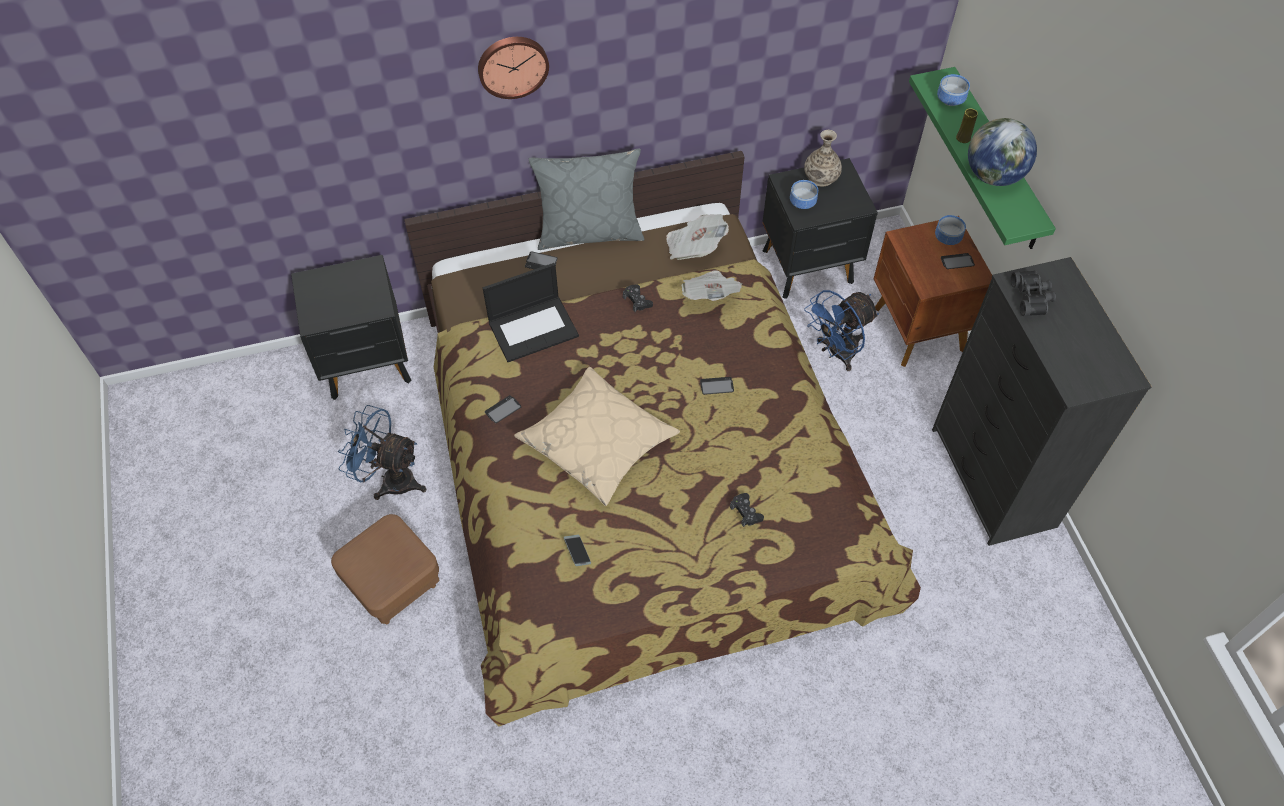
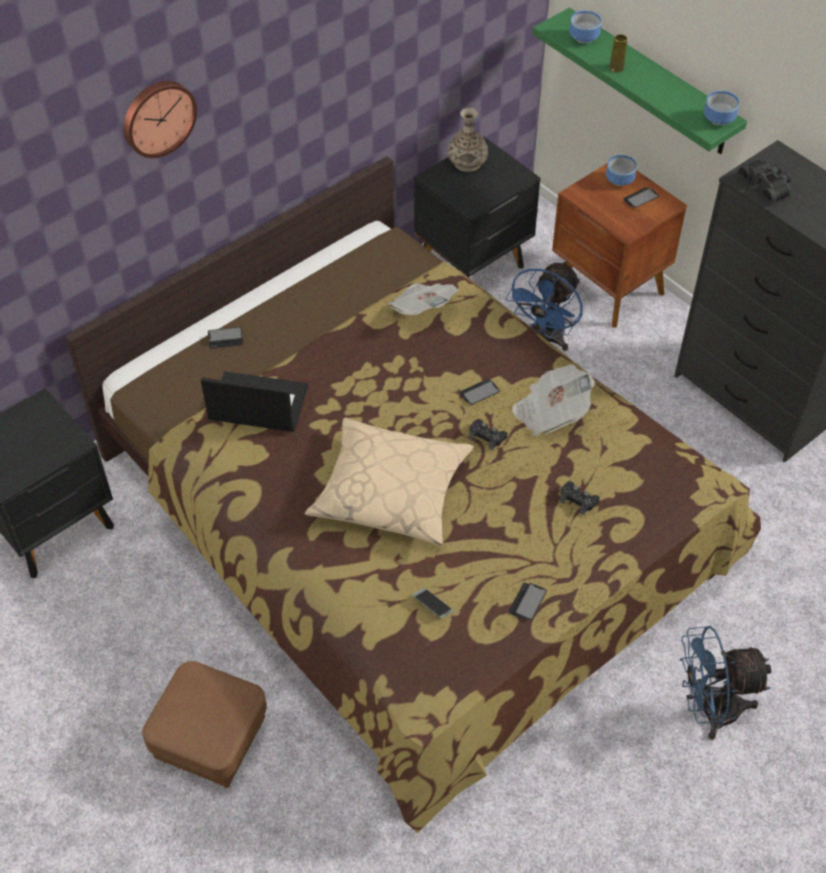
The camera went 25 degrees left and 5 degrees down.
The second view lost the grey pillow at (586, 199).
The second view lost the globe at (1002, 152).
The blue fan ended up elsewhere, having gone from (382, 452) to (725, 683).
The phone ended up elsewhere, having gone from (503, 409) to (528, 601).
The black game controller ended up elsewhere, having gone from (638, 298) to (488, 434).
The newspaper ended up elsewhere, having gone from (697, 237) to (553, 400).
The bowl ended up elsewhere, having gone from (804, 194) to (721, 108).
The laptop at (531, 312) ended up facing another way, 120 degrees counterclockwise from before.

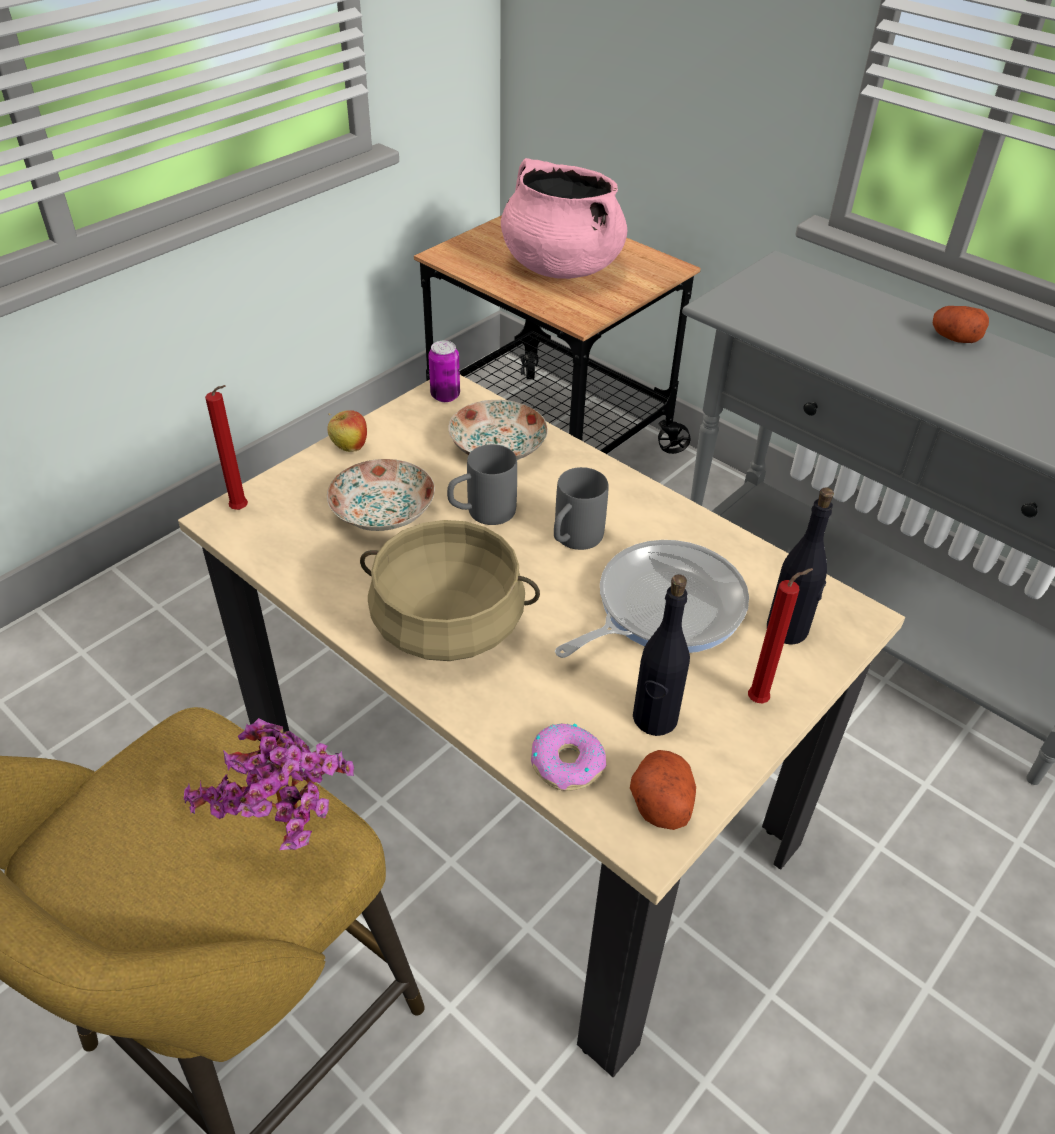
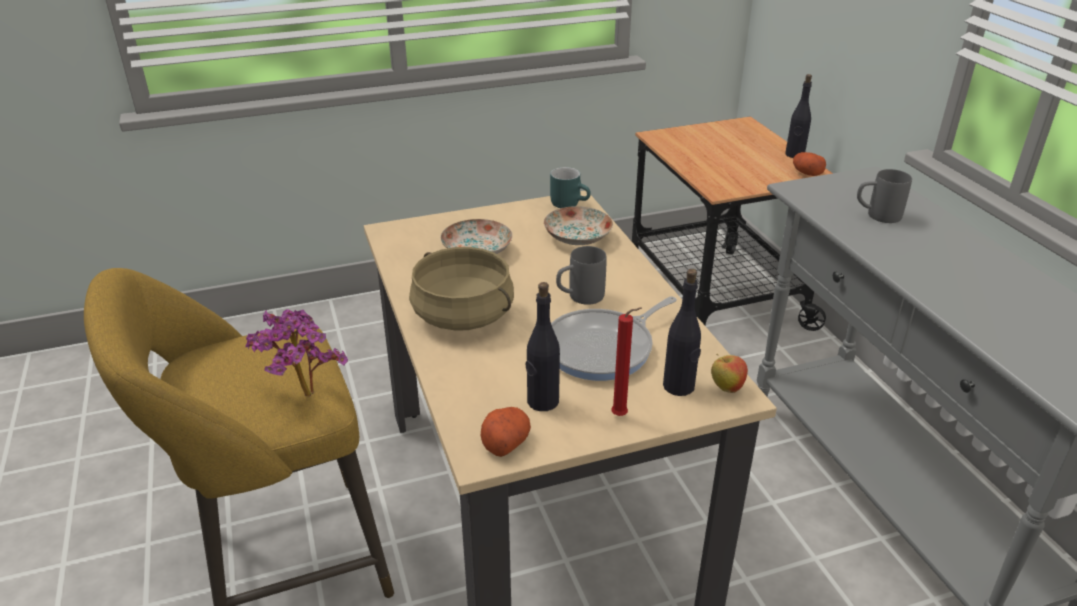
The camera went 30 degrees right and 10 degrees down.
The second view lost the red candle at (226, 447).
The second view lost the pink cooking pot at (564, 218).
The second view lost the donut at (568, 757).
The second view gained the black bottle at (798, 116).
The apple ended up elsewhere, having gone from (347, 431) to (729, 373).
The grey mug ended up elsewhere, having gone from (482, 484) to (884, 196).
The potato ended up elsewhere, having gone from (961, 324) to (809, 164).
Where the can stood at (444, 371), the turquoise mug came to stand at (570, 187).
The frying pan at (652, 599) ended up facing another way, 150 degrees clockwise from before.

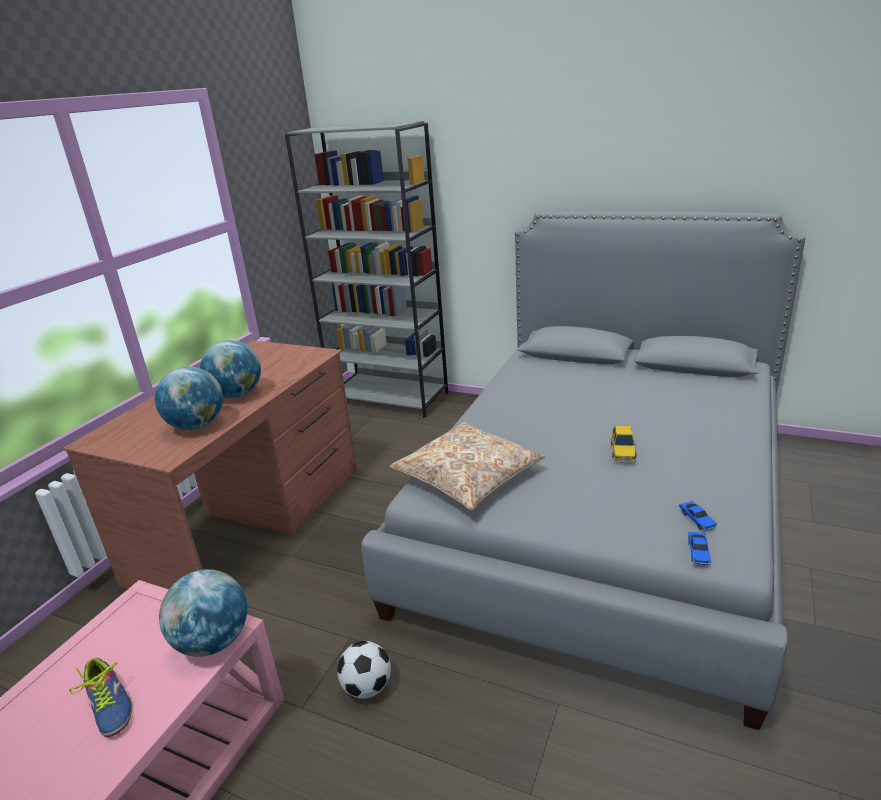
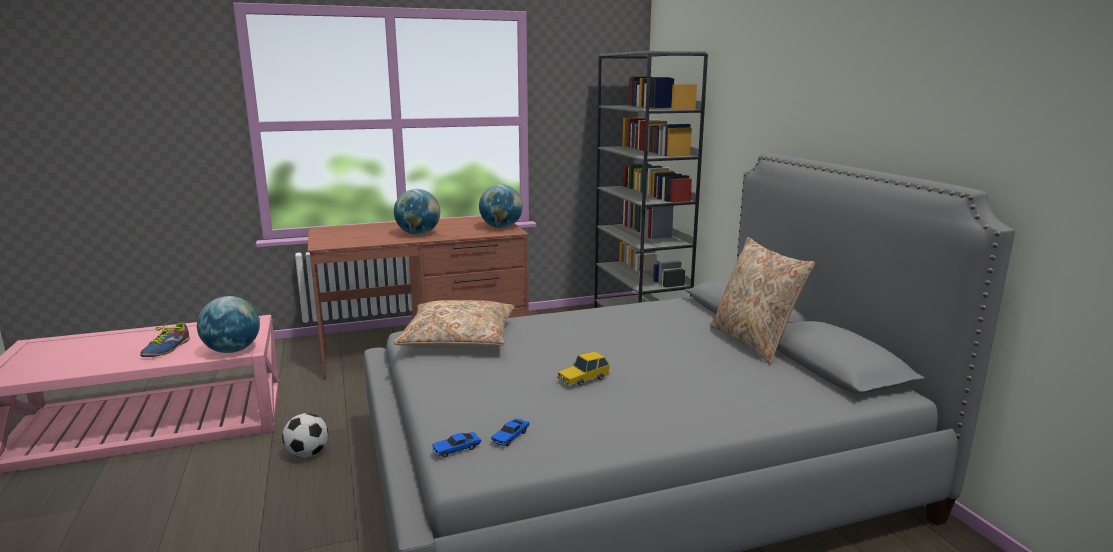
The camera went 45 degrees right and 10 degrees down.
The second view gained the beige pillow at (762, 301).
The globe ended up elsewhere, having gone from (189, 398) to (501, 206).

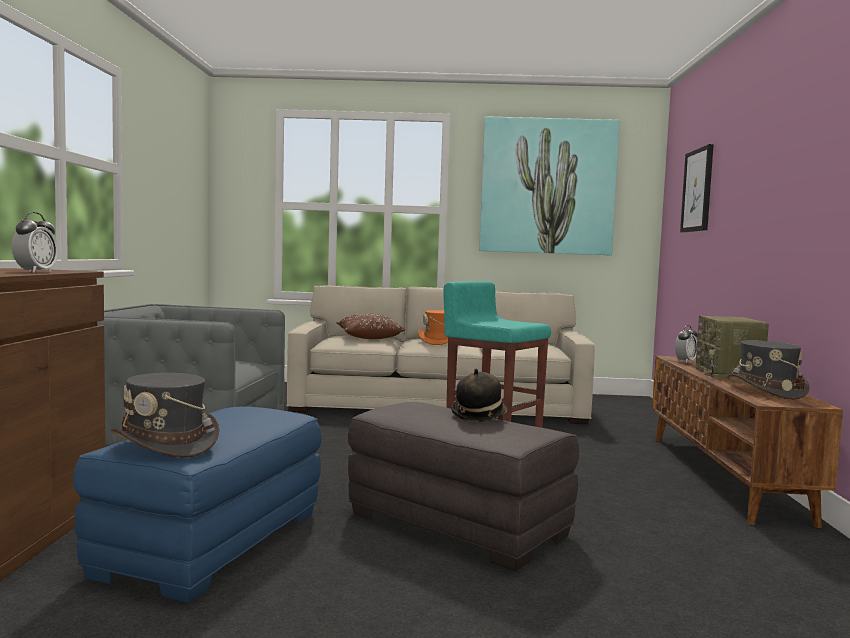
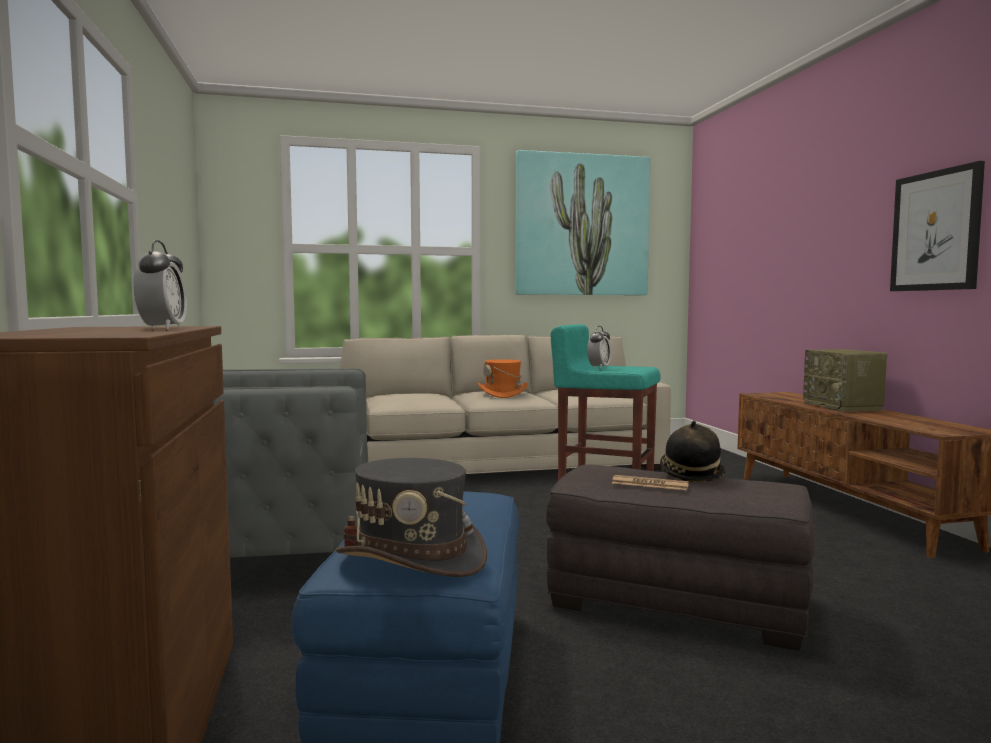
The camera went 15 degrees left and 0 degrees up.
The second view lost the brown pillow at (371, 326).
The second view lost the grey hat at (768, 369).
The second view gained the newspaper at (650, 482).
The alarm clock ended up elsewhere, having gone from (686, 344) to (599, 347).
The picture ended up elsewhere, having gone from (697, 188) to (937, 226).

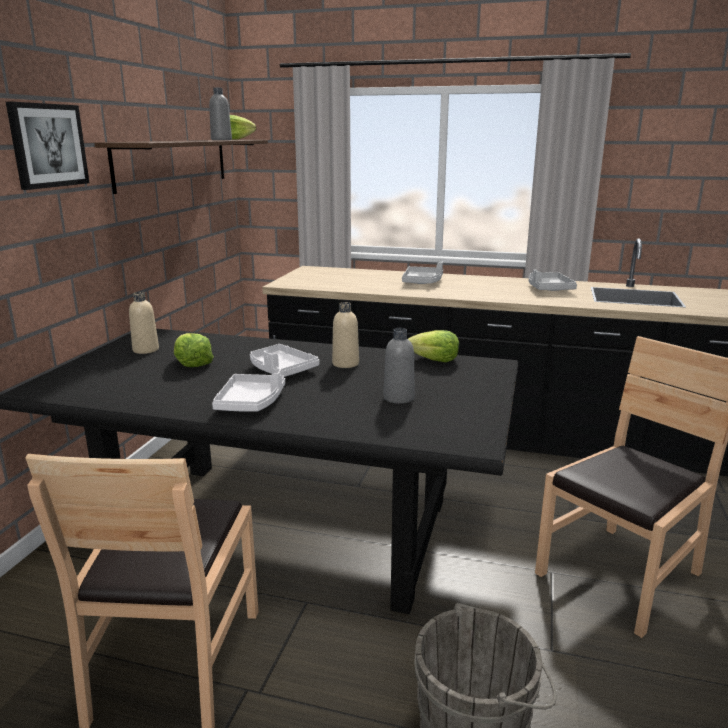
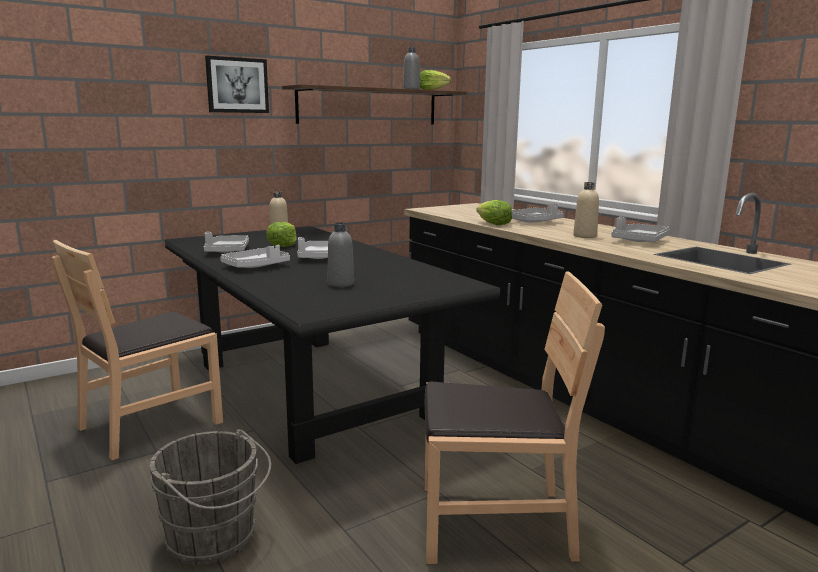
The camera went 40 degrees right and 5 degrees down.
The second view gained the grey tray at (226, 242).
The beige bottle ended up elsewhere, having gone from (345, 335) to (586, 210).
The lettuce ended up elsewhere, having gone from (433, 346) to (494, 212).

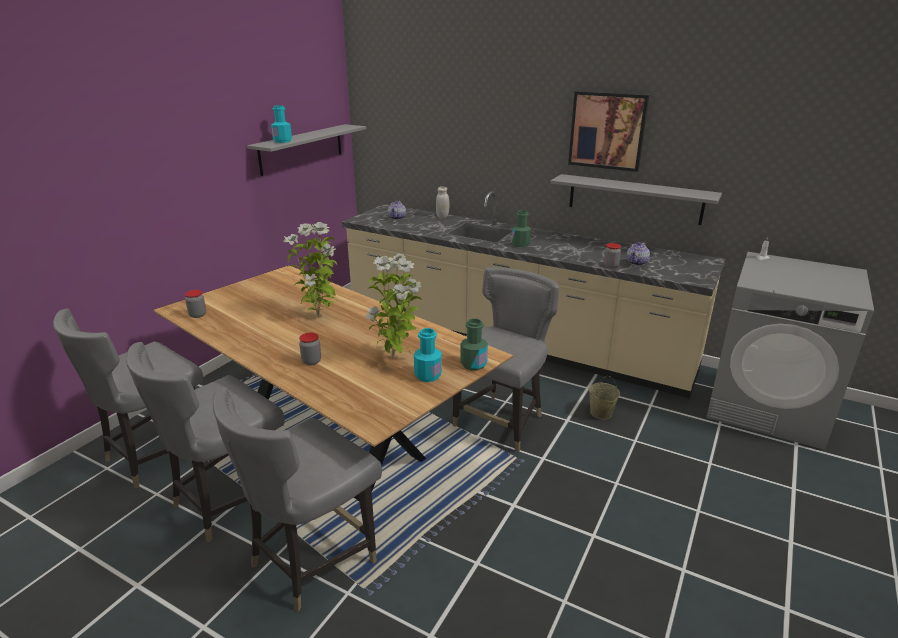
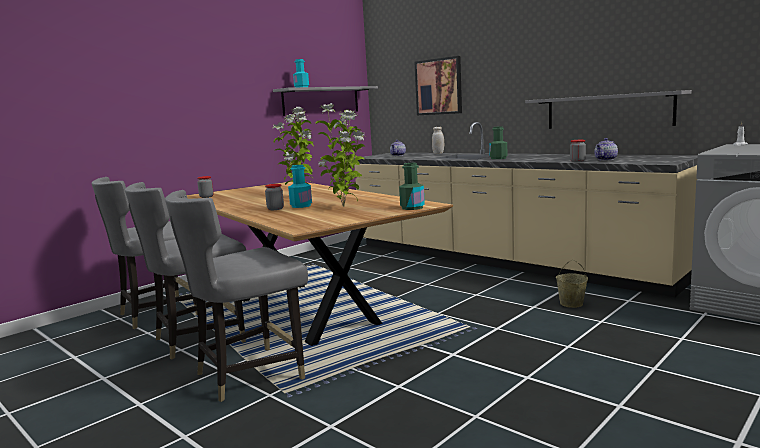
The camera went 15 degrees right and 15 degrees down.
The second view lost the grey chair at (506, 359).
The turquoise bottle ended up elsewhere, having gone from (428, 355) to (300, 186).
The picture ended up elsewhere, having gone from (608, 131) to (438, 85).

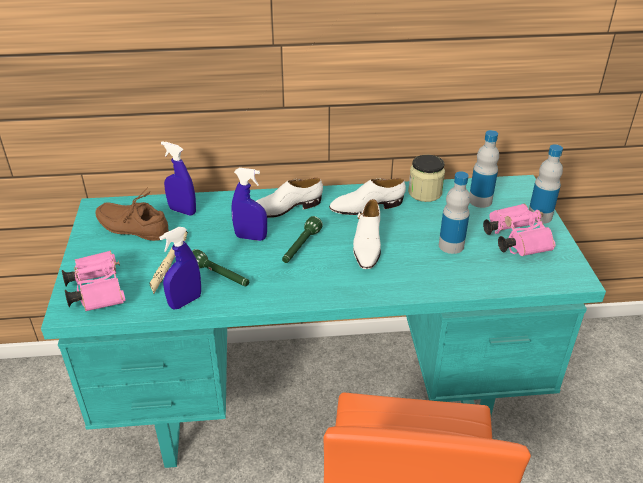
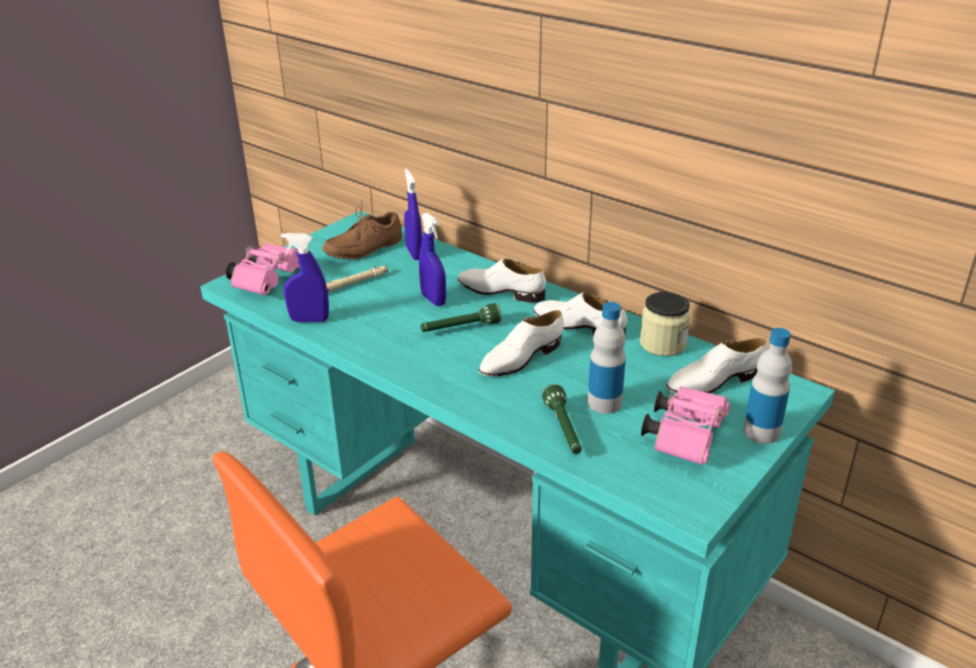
The camera went 45 degrees right and 5 degrees down.
The green flashlight ended up elsewhere, having gone from (220, 267) to (562, 419).
Where the bottle stood at (484, 169), the white shoe came to stand at (716, 365).
The brown shoe at (132, 214) ended up facing another way, 105 degrees counterclockwise from before.

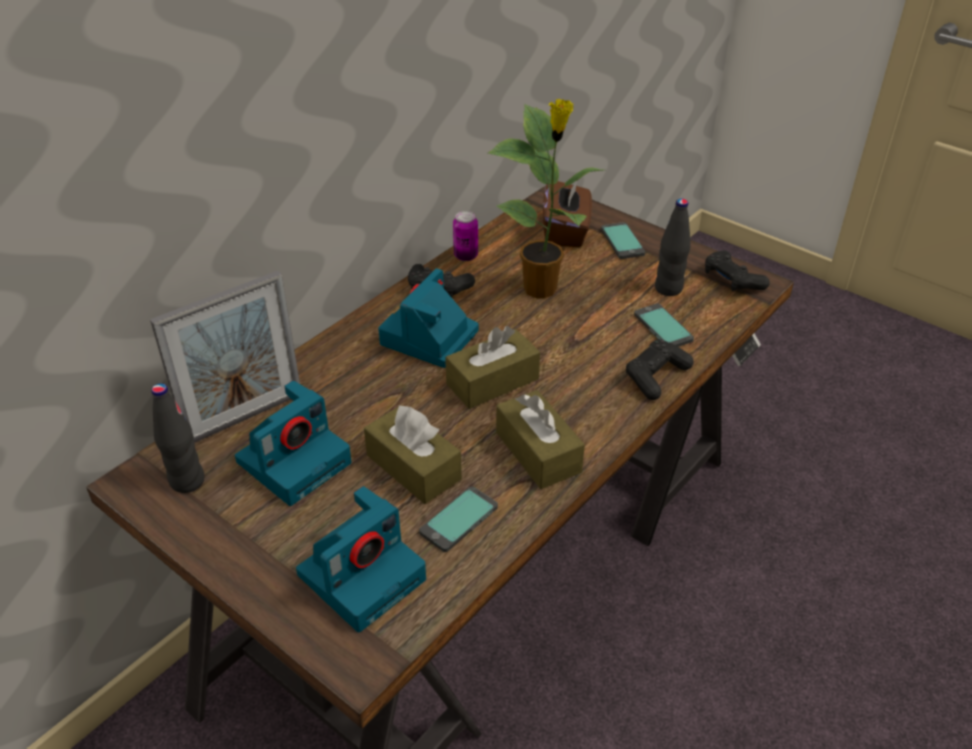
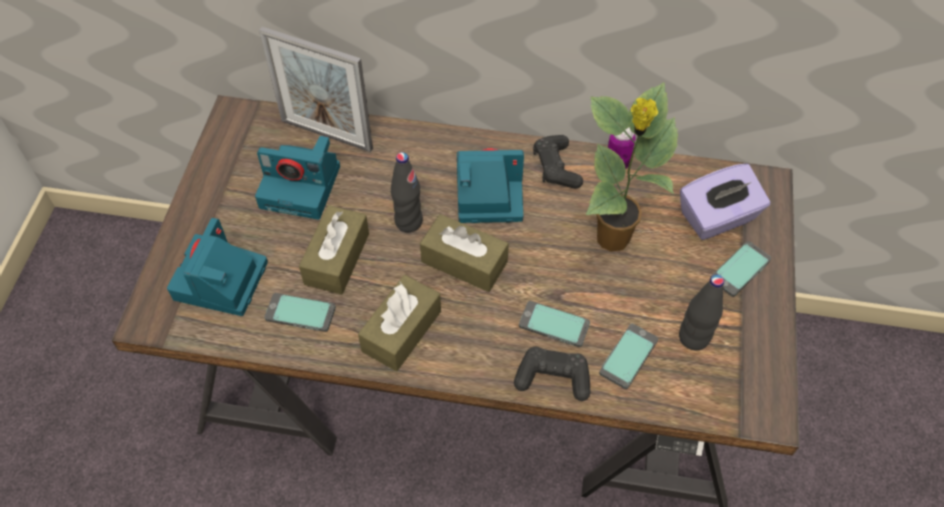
The camera went 60 degrees right and 15 degrees up.
The second view lost the black game controller at (737, 270).
The second view gained the phone at (554, 324).
The black bottle ended up elsewhere, having gone from (178, 438) to (407, 192).
What was the brown tissue box at (567, 214) turned into the purple tissue box at (725, 201).
The photo camera at (361, 559) ended up facing another way, 90 degrees clockwise from before.

